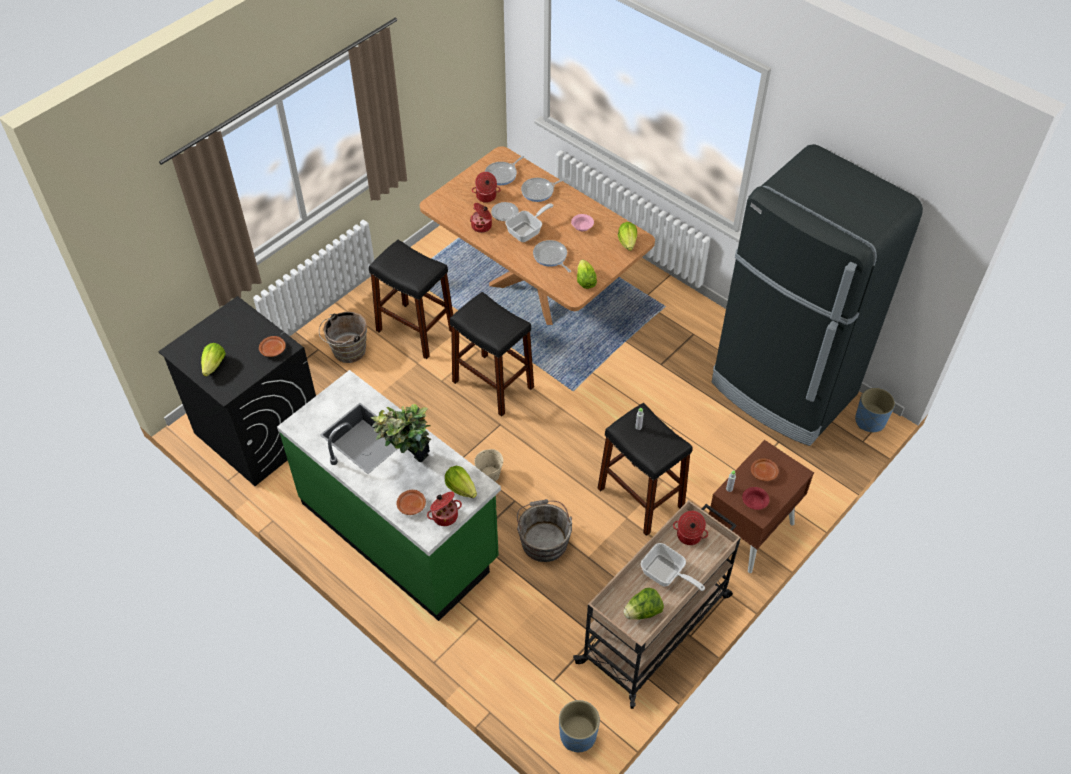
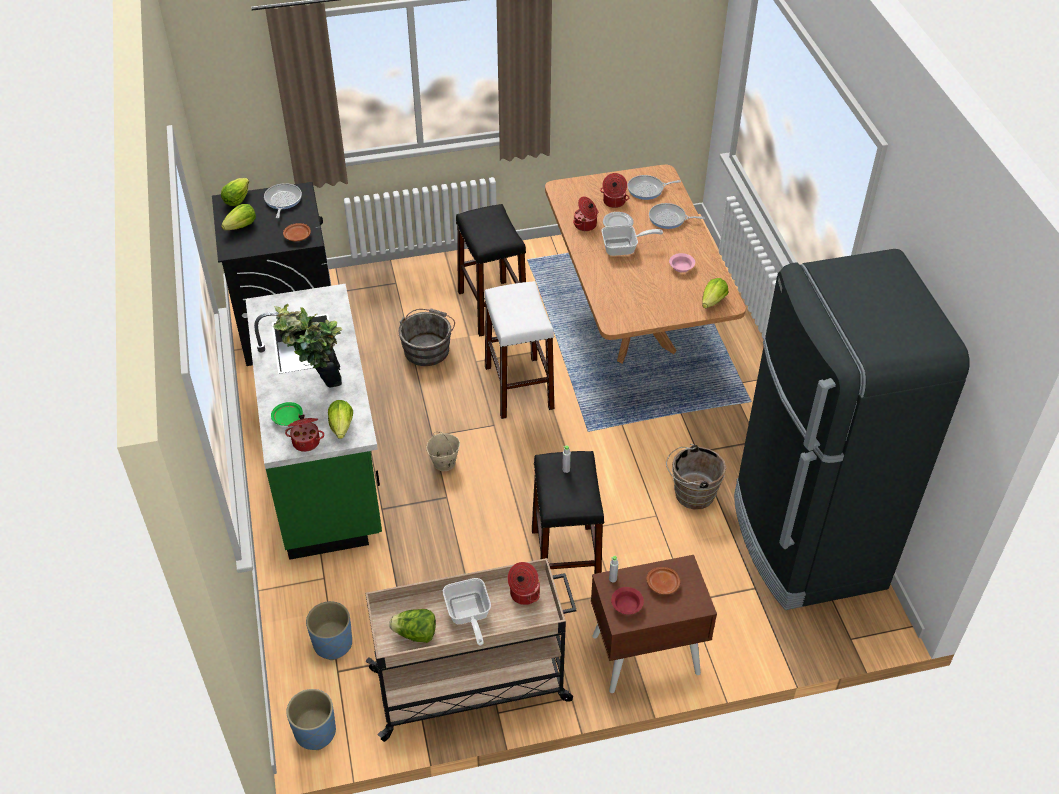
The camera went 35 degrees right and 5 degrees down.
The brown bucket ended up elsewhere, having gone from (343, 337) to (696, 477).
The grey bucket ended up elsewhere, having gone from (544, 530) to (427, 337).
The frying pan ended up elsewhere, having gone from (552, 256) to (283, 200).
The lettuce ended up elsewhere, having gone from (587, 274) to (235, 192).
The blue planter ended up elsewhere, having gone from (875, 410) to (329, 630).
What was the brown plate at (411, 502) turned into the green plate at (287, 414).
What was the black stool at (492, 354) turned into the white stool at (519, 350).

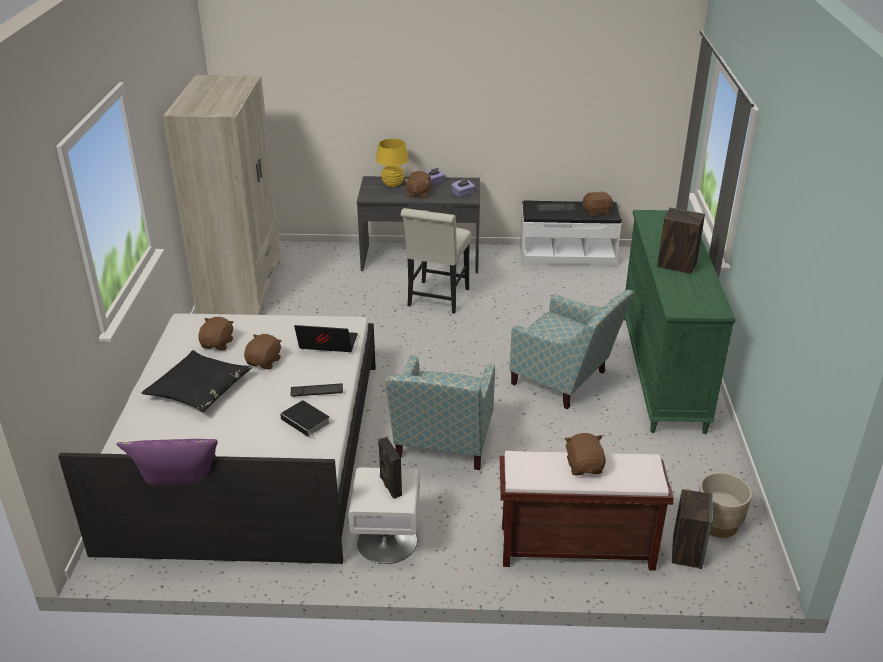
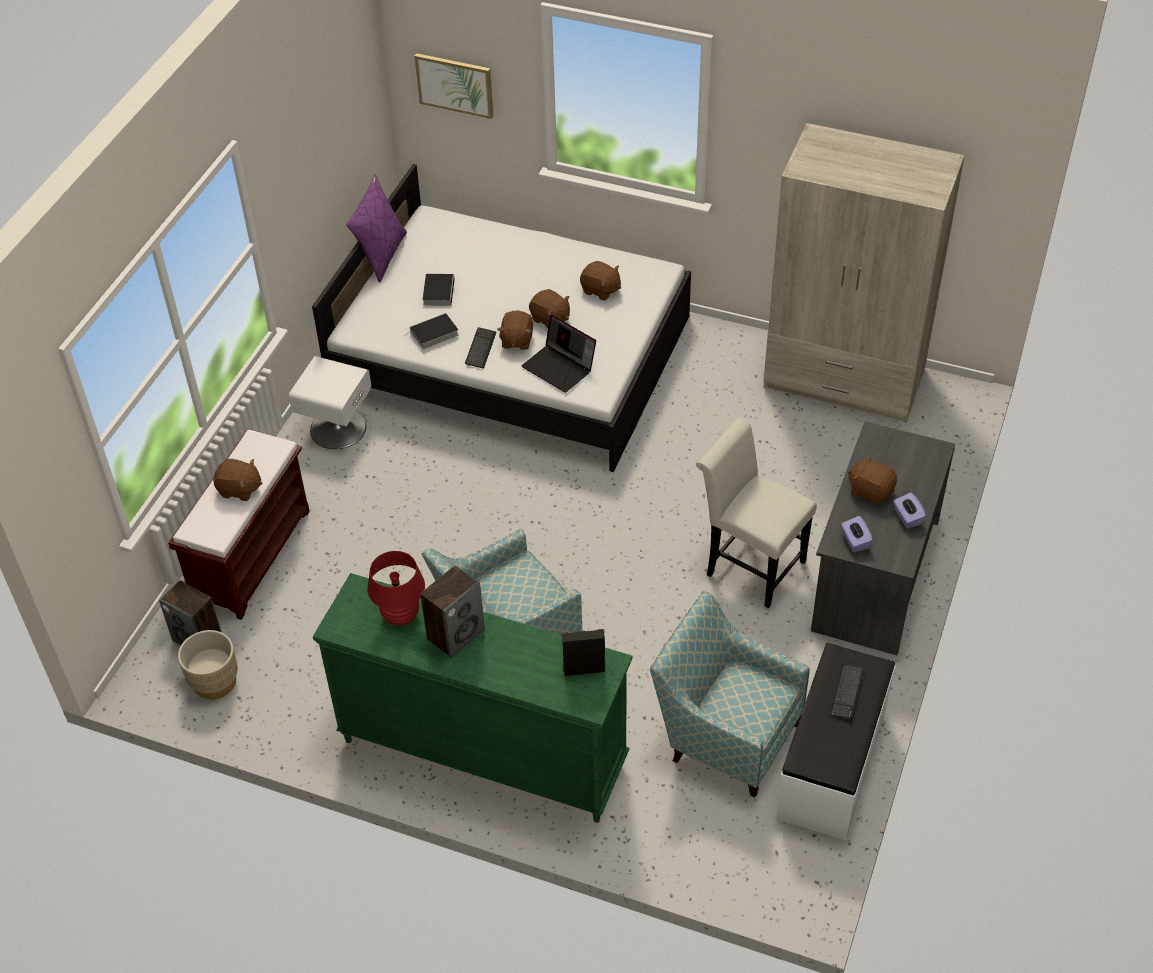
The camera went 110 degrees right and 15 degrees up.
The second view lost the black pillow at (196, 381).
The second view lost the yellow table lamp at (392, 163).
The second view gained the red table lamp at (396, 588).
The second view gained the picture at (454, 86).
The second view gained the book at (438, 290).
The black speaker ended up elsewhere, having gone from (390, 468) to (583, 652).
The armchair ended up elsewhere, having gone from (440, 412) to (730, 694).
The brown plush toy ended up elsewhere, having gone from (598, 204) to (515, 330).
The laptop at (326, 338) ended up facing another way, 105 degrees clockwise from before.

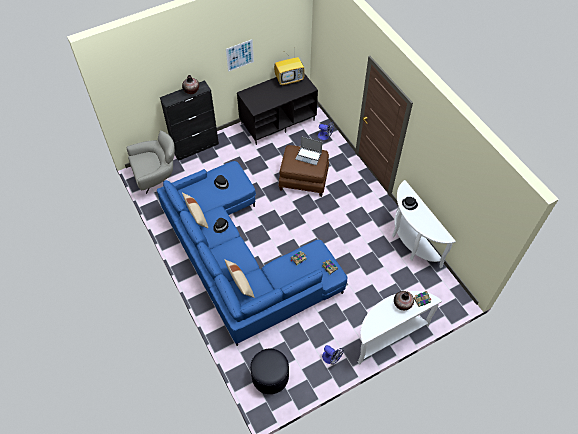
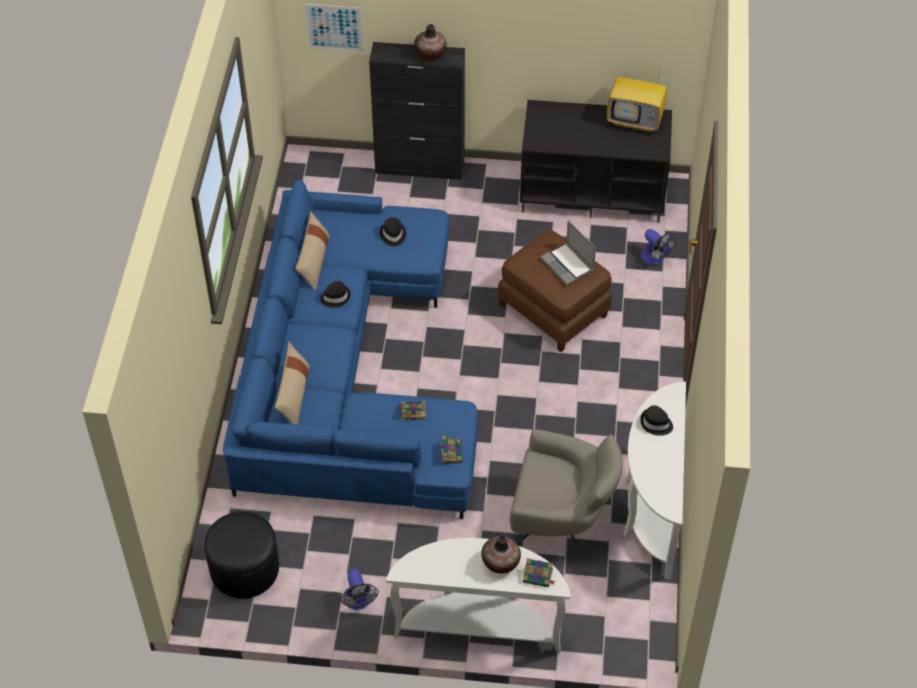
The camera went 35 degrees right and 5 degrees down.
The grey armchair ended up elsewhere, having gone from (150, 162) to (566, 490).
The picture ended up elsewhere, having gone from (240, 55) to (334, 27).

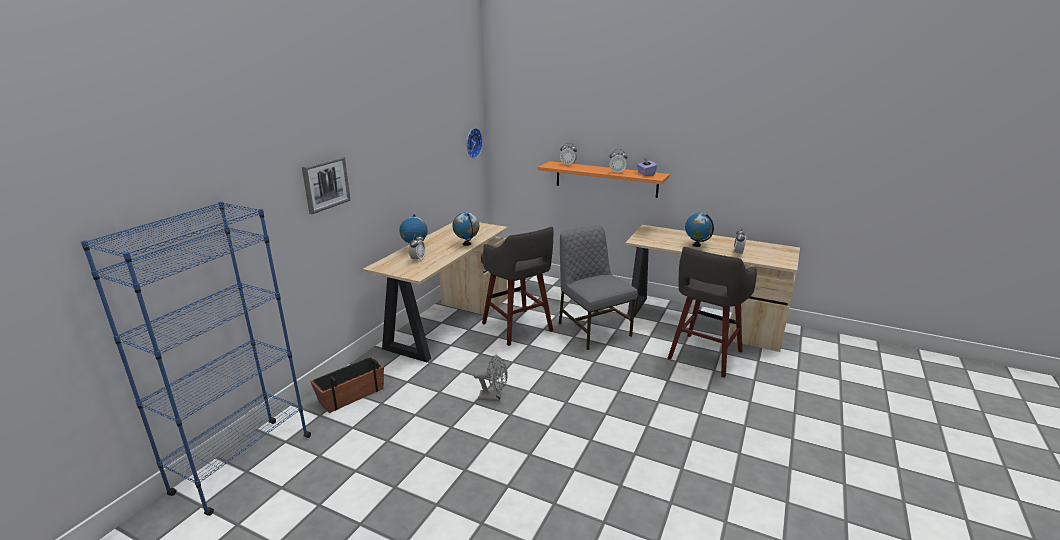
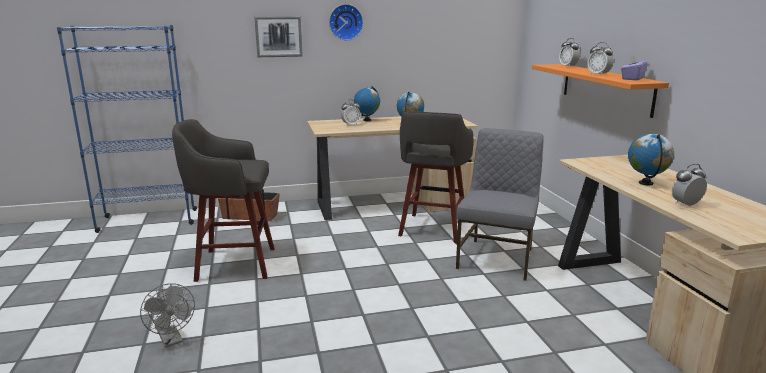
The camera went 50 degrees right and 5 degrees down.
The wall clock ended up elsewhere, having gone from (475, 143) to (346, 22).
The grey fan ended up elsewhere, having gone from (490, 377) to (167, 315).
The grey stool ended up elsewhere, having gone from (712, 312) to (223, 200).

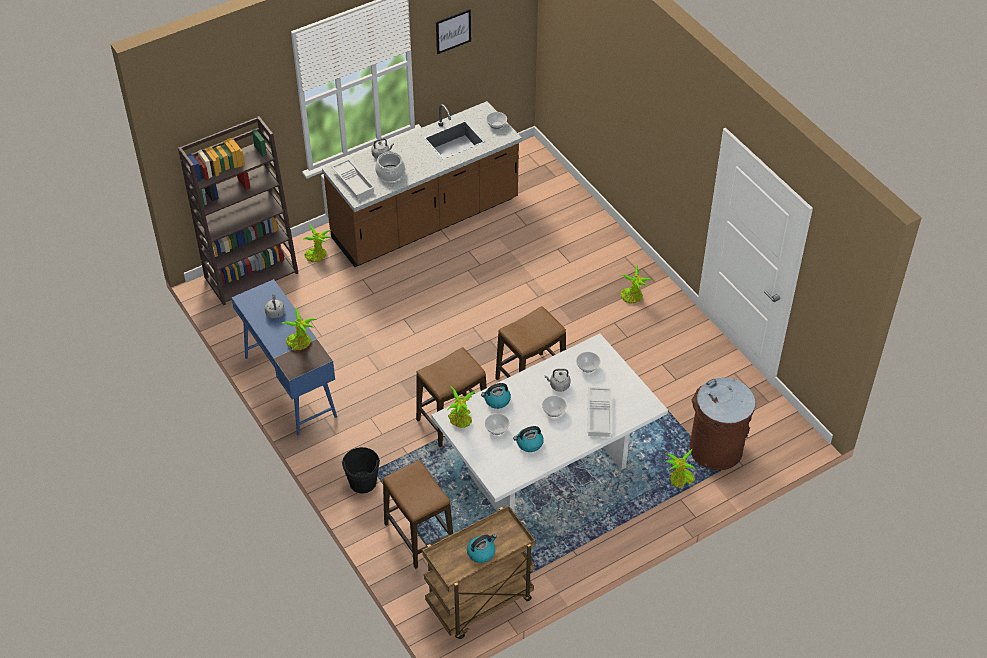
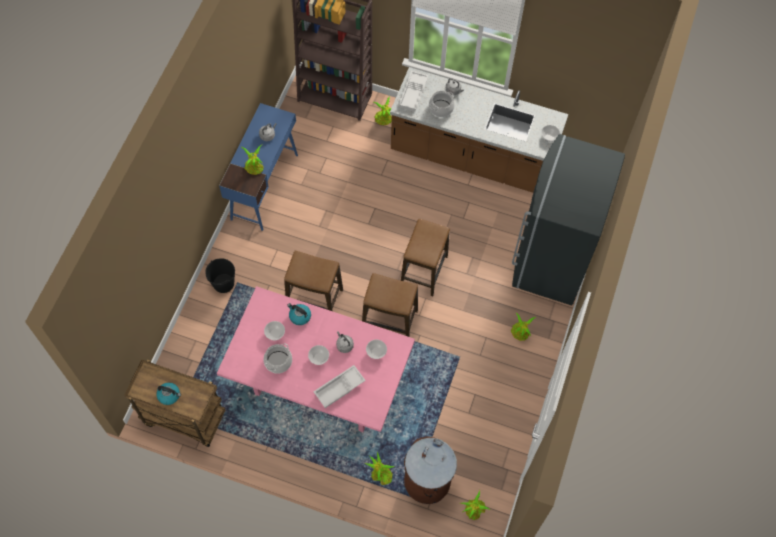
The camera went 50 degrees right and 15 degrees up.
The second view lost the picture at (453, 31).
The second view gained the grey fridge at (568, 219).
The stool ended up elsewhere, having gone from (418, 514) to (425, 257).
The potted plant ended up elsewhere, having gone from (462, 407) to (475, 505).
Where the kettle stood at (528, 439), the cooking pot came to stand at (278, 359).
What was the white dining table at (549, 423) turned into the pink dining table at (316, 359).

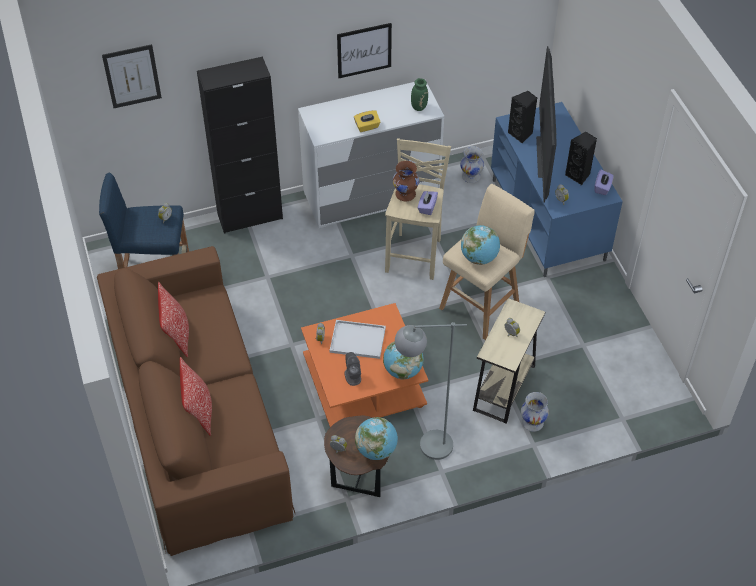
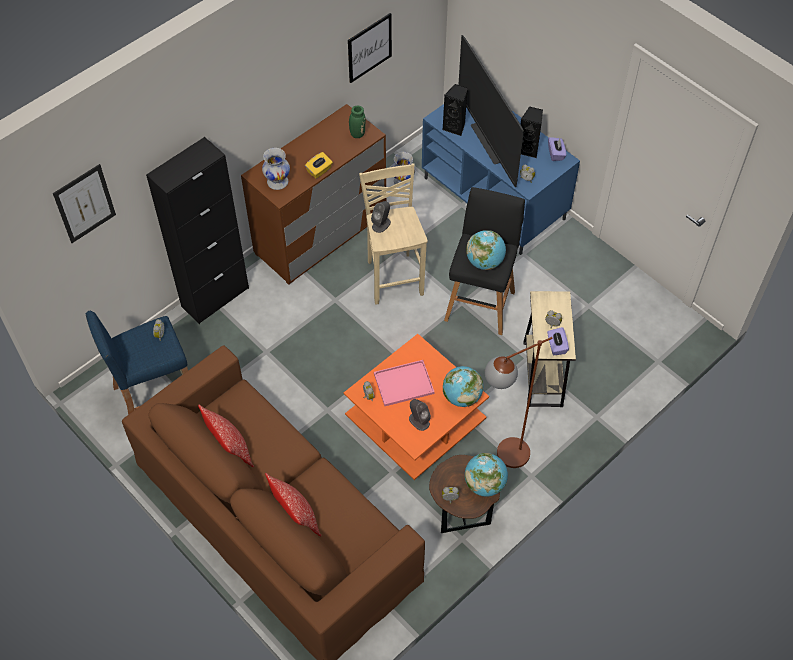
The camera went 25 degrees left and 5 degrees up.
The picture ended up elsewhere, having gone from (364, 50) to (370, 48).
The purple tissue box ended up elsewhere, having gone from (428, 203) to (558, 341).
The white vase ended up elsewhere, having gone from (535, 412) to (276, 169).
Where the brown vase stood at (406, 181), the grey speaker came to stand at (381, 217).
What was the white dresser at (371, 155) turned into the brown dresser at (313, 194).
What was the white tray at (358, 339) turned into the pink tray at (404, 383).
What was the grey floor lamp at (431, 391) turned into the brown floor lamp at (518, 402).
What was the beige stool at (487, 262) turned into the black stool at (484, 261).

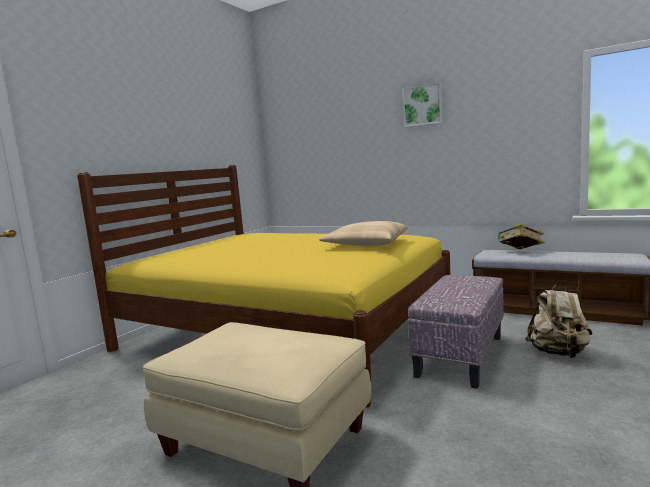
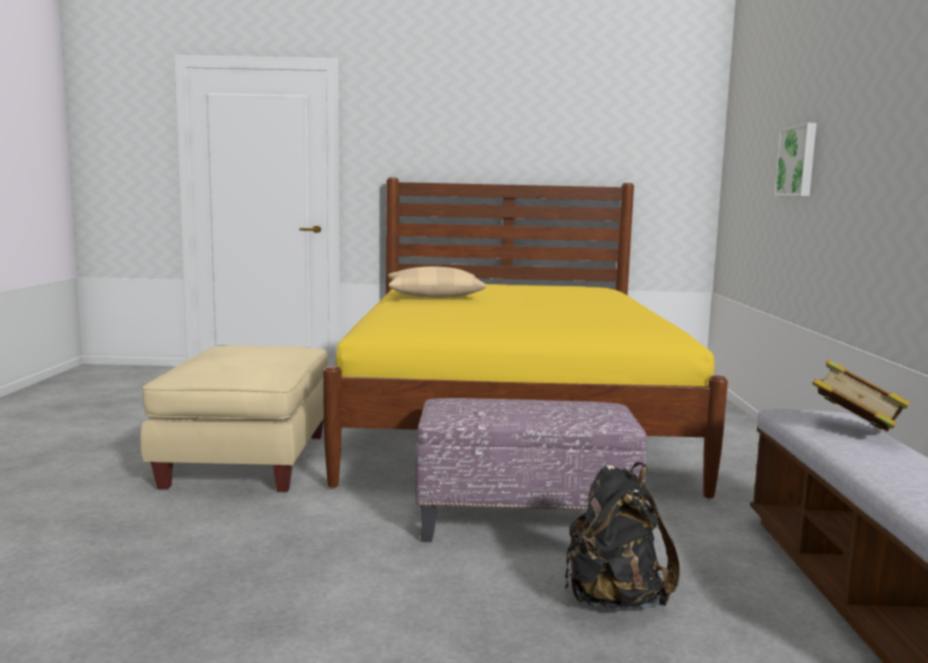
The camera went 60 degrees right and 0 degrees up.
The beige pillow ended up elsewhere, having gone from (363, 233) to (437, 282).
The picture ended up elsewhere, having gone from (422, 104) to (795, 160).
What was the beige backpack at (559, 320) turned into the black backpack at (622, 535).

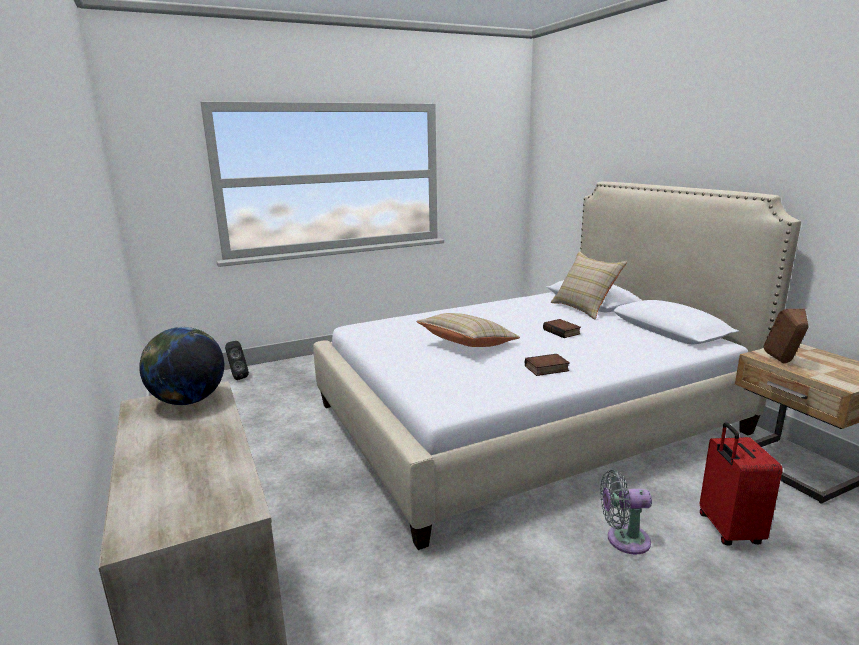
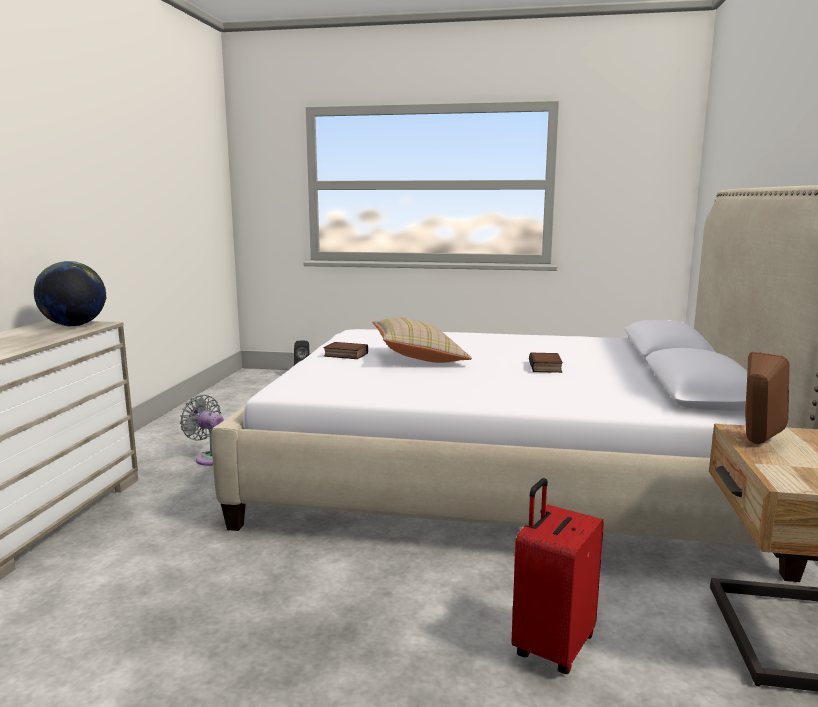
The camera went 35 degrees right and 5 degrees down.
The second view lost the beige pillow at (589, 285).
The book ended up elsewhere, having gone from (547, 365) to (345, 350).
The grey fan ended up elsewhere, having gone from (626, 512) to (202, 430).

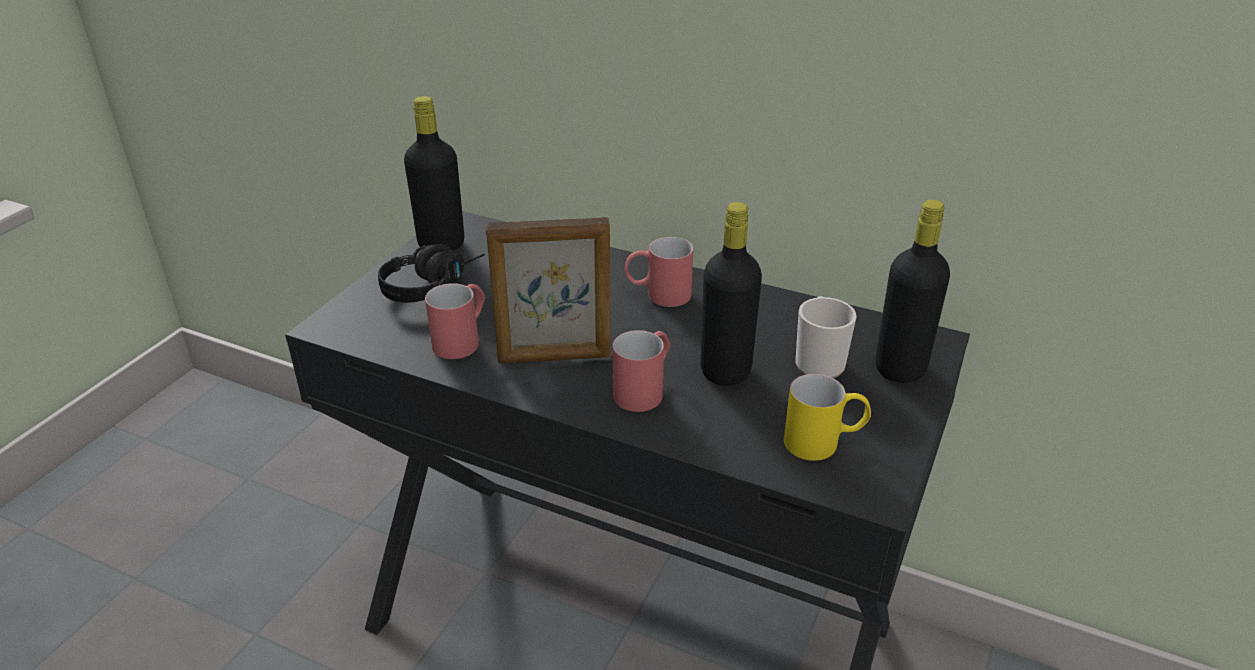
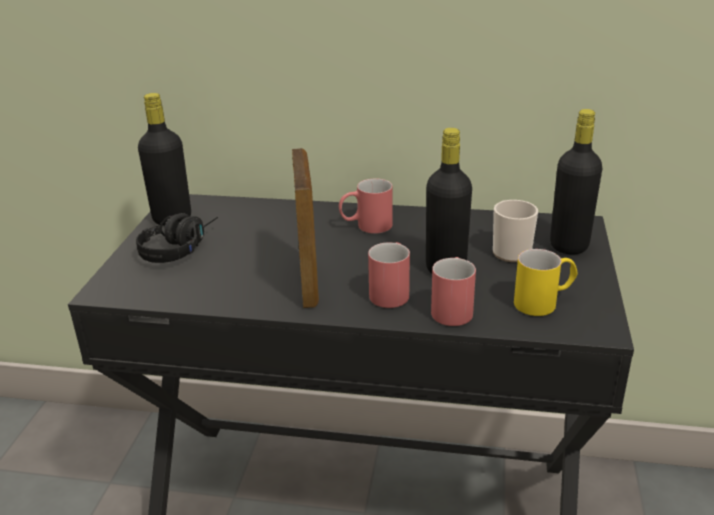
The camera went 15 degrees left and 5 degrees down.
The red mug ended up elsewhere, having gone from (455, 321) to (453, 291).
The picture frame at (548, 290) ended up facing another way, 75 degrees counterclockwise from before.

